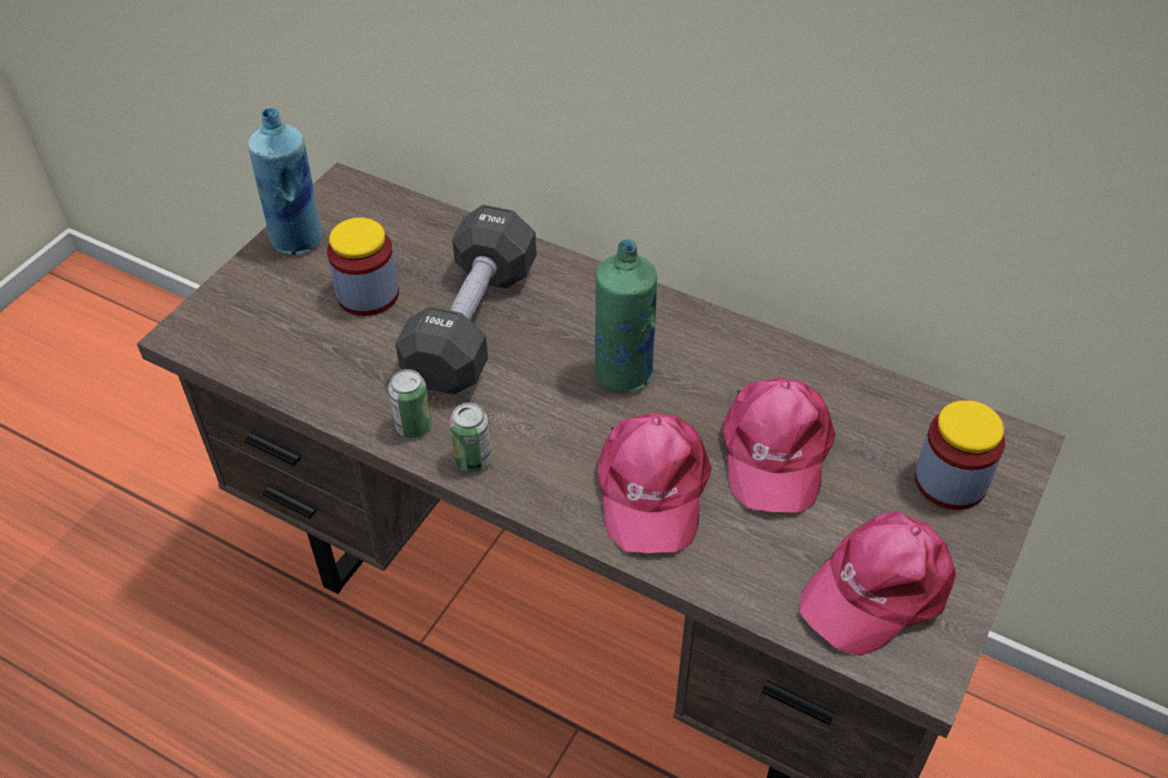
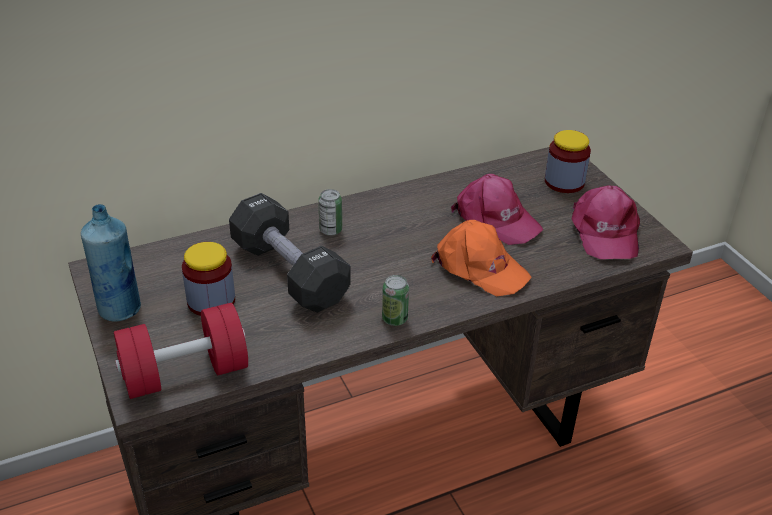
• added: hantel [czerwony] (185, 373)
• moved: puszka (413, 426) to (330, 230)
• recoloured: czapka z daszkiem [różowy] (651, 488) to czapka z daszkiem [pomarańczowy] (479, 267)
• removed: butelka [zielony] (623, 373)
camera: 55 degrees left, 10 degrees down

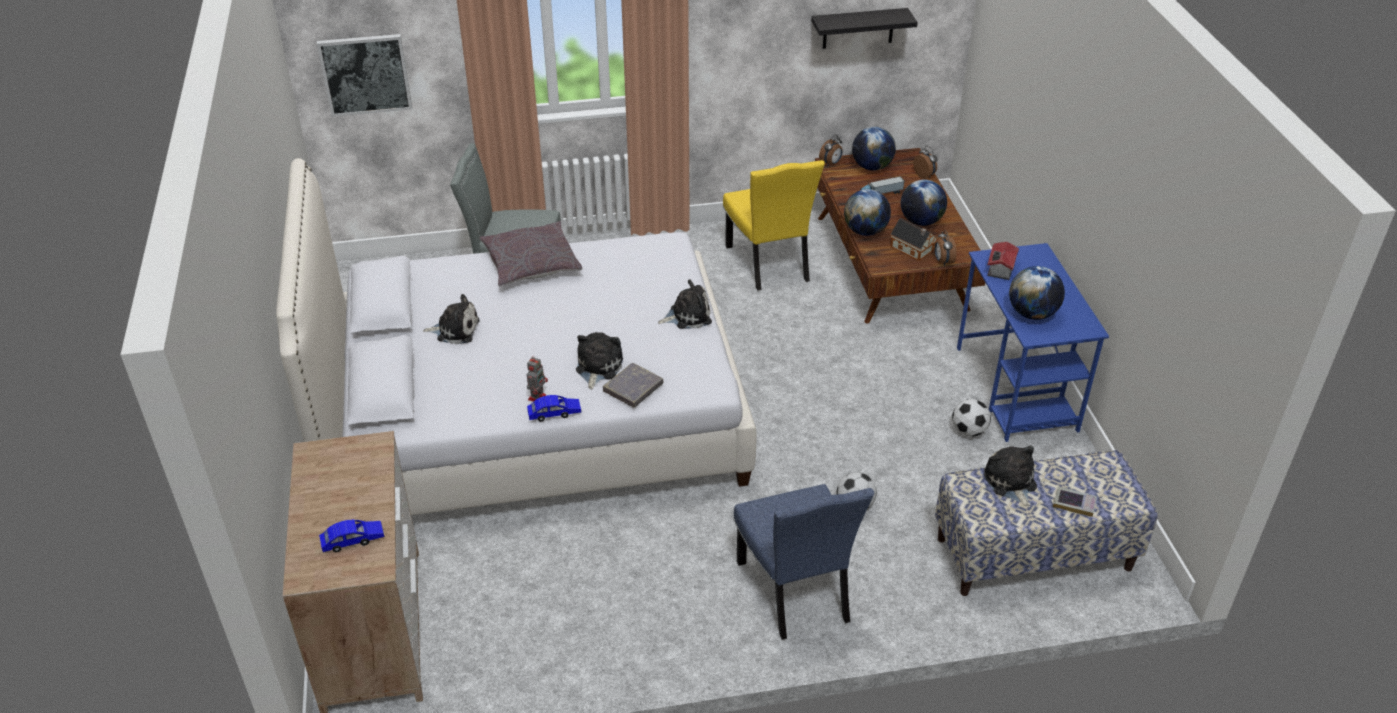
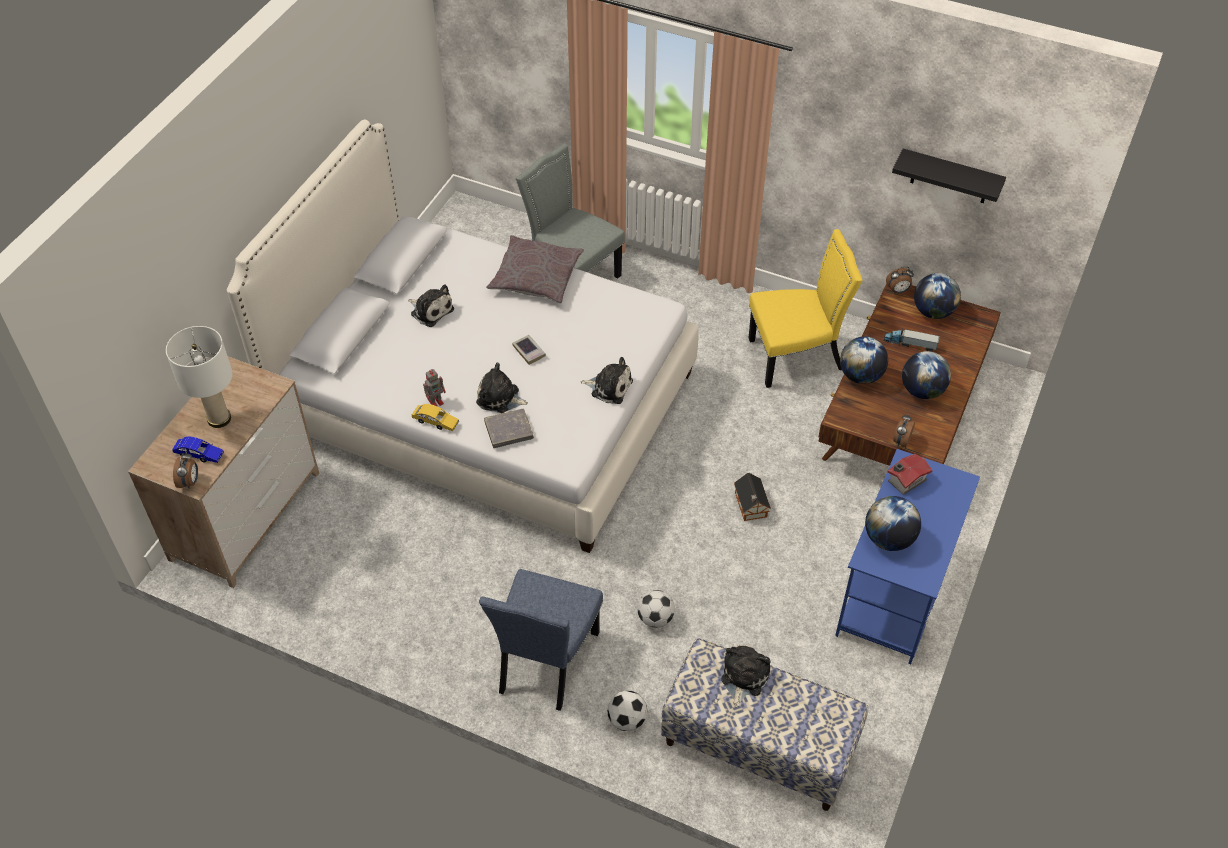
• added: lampa stołowa [biały] (219, 419)
• moved: budzik (925, 175) to (190, 482)
• recoloured: samochodzik [niebieski] (554, 413) to samochodzik [żółty] (435, 421)
• turned: pluszak (597, 367) = (500, 398) 120 degrees counterclockwise
• moved: książka (1074, 503) to (529, 351)
• moved: piłka futbolowa (968, 431) to (627, 720)
• moved: domek (912, 249) to (751, 506)
• turned: krzesło [żółty] (769, 261) = (794, 357) 120 degrees counterclockwise
• removed: obraz (365, 74)
camera: 35 degrees right, 10 degrees up

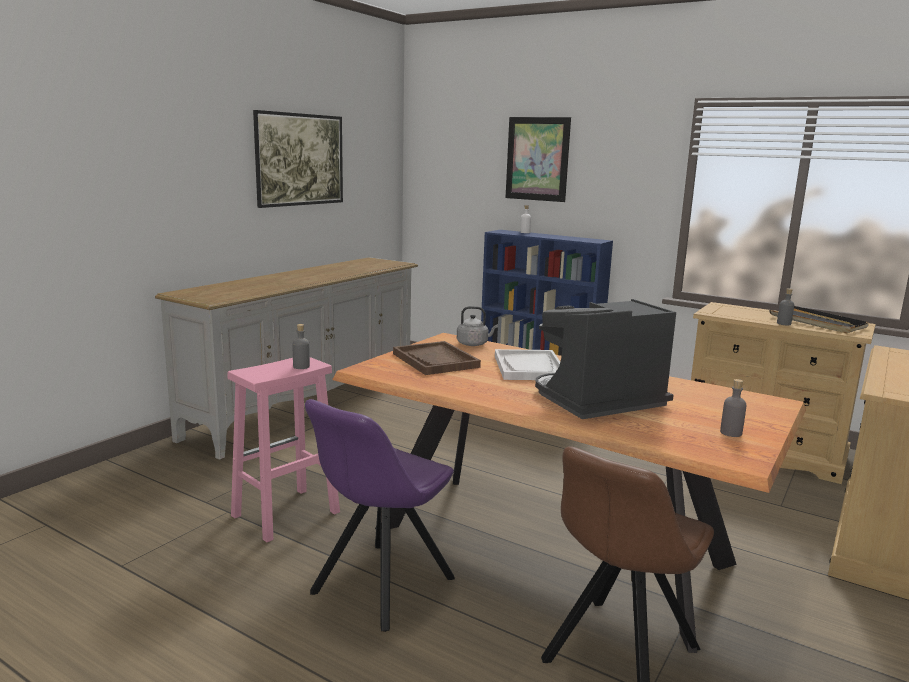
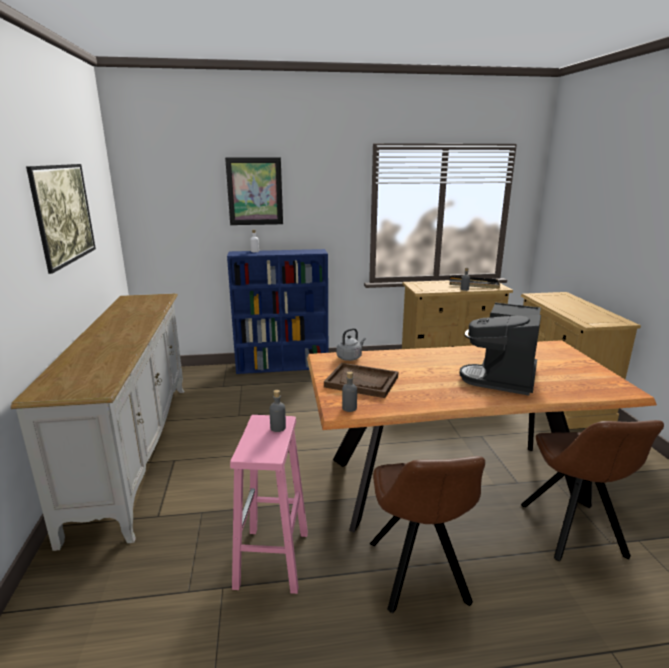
• moved: butelka [szary] (731, 433) to (349, 408)
• recoloured: krzesło [fioletowy] (381, 585) to krzesło [brązowy] (418, 572)
• removed: taca [biały] (529, 367)
camera: 40 degrees left, 5 degrees up

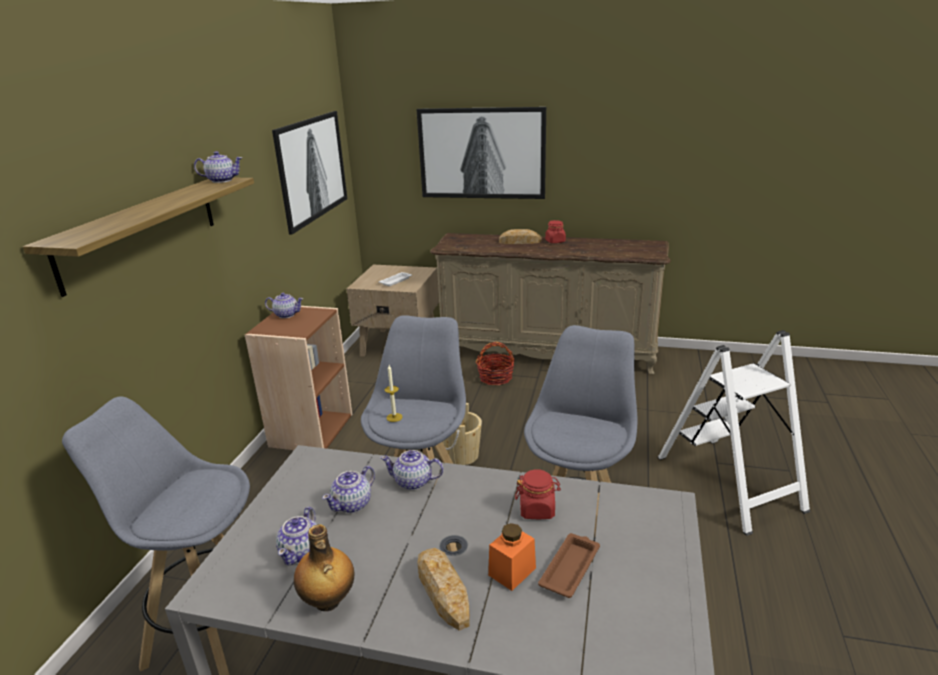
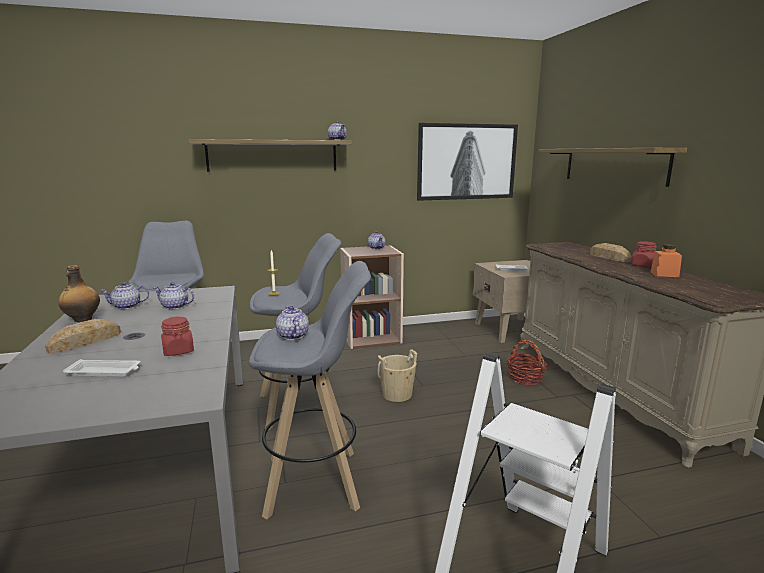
• recoloured: taca [brązowy] (570, 568) to taca [biały] (105, 372)
• moved: imbryk (413, 482) to (292, 336)
• replaced: obraz (482, 153) to półka (613, 165)
• moved: słoik [pomarańczowy] (512, 571) to (664, 274)
camera: 60 degrees right, 10 degrees down

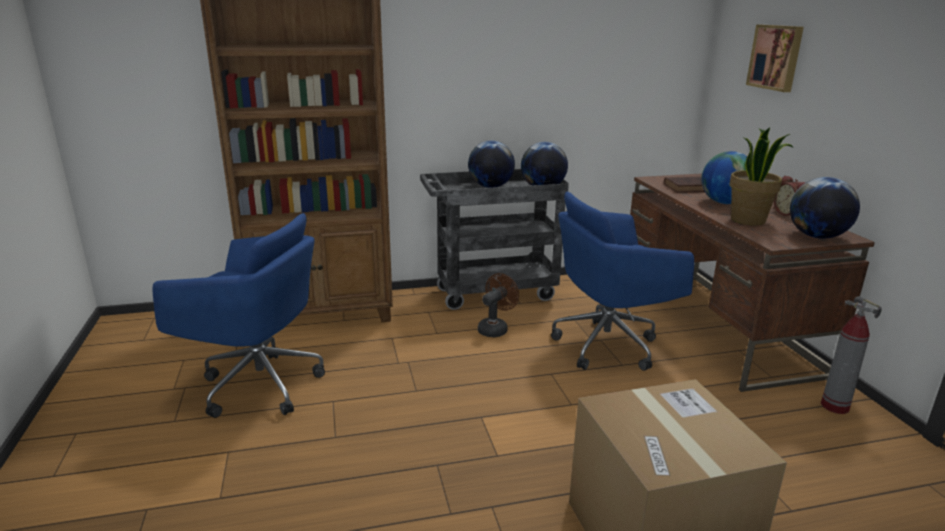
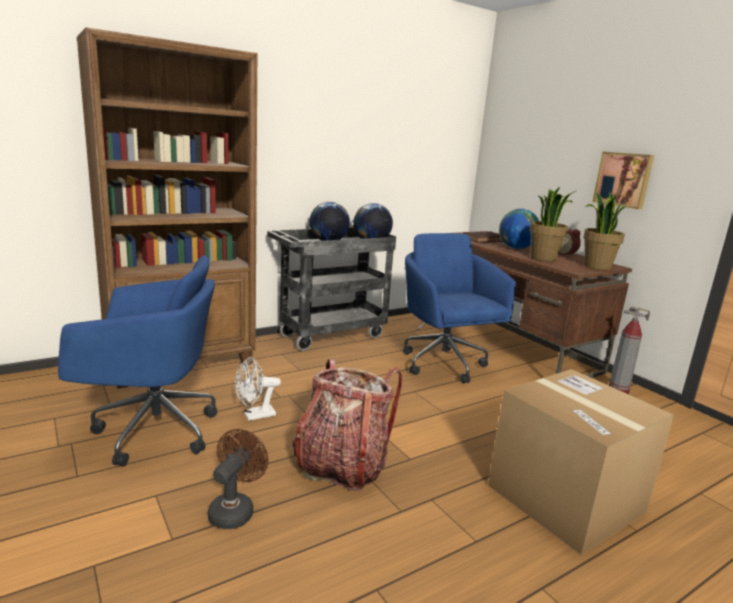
• moved: wentylator [brązowy] (495, 328) to (235, 509)
• added: wentylator [biały] (255, 416)
• added: plecak (342, 465)
• turned: krzesło biurowe [niebieski] (610, 346) = (445, 366) 105 degrees clockwise
• replaced: globus (817, 236) to roślina doniczkowa (596, 266)
• moved: obraz (776, 57) to (623, 179)
camera: 20 degrees left, 5 degrees down

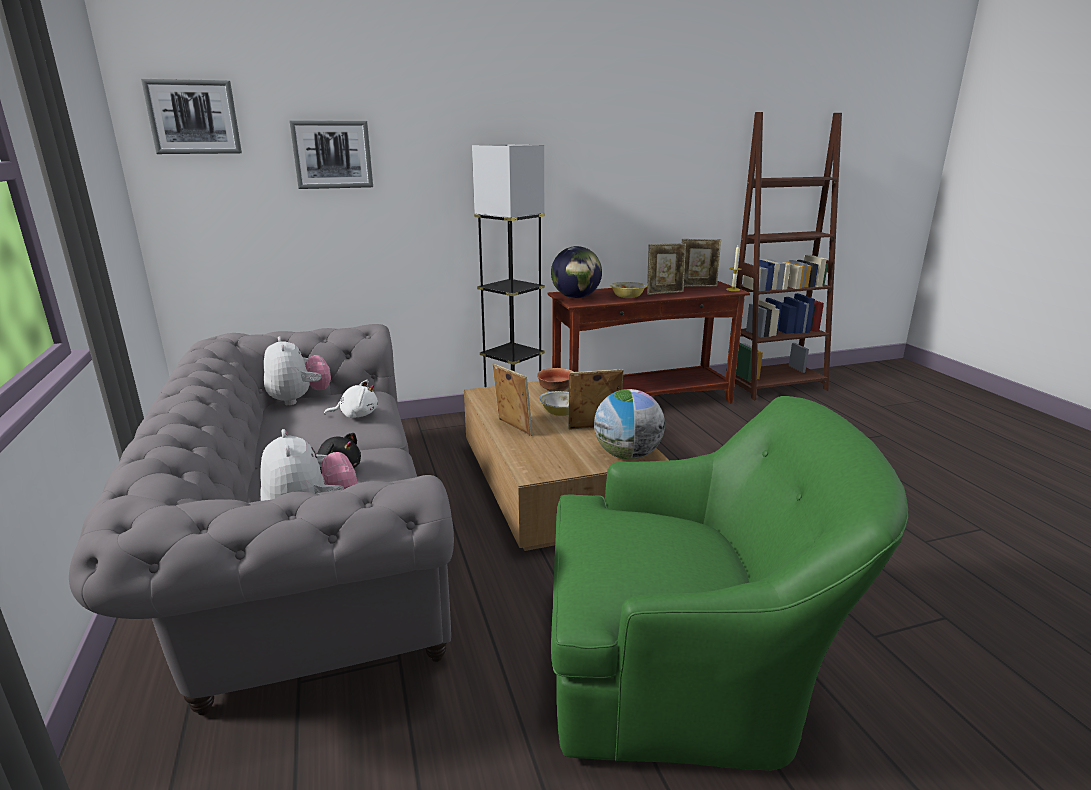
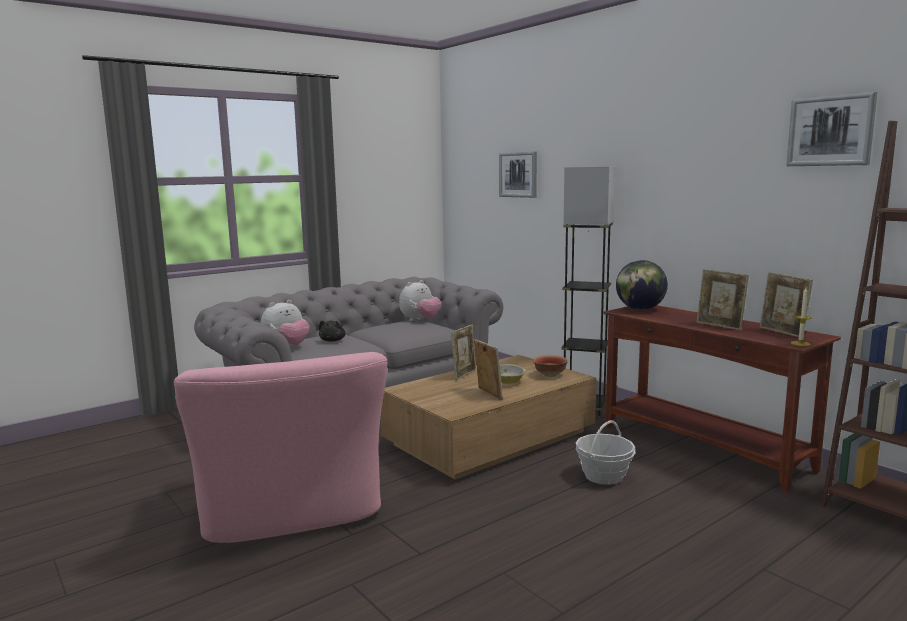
• recoloured: fotel [zielony] (689, 668) to fotel [różowy] (291, 510)
• added: koszyk (604, 476)
• moved: obraz (193, 117) to (830, 131)
• removed: pluszak [biały] (356, 415)
• removed: globus (627, 455)
• removed: miska (627, 297)
camera: 70 degrees right, 10 degrees down

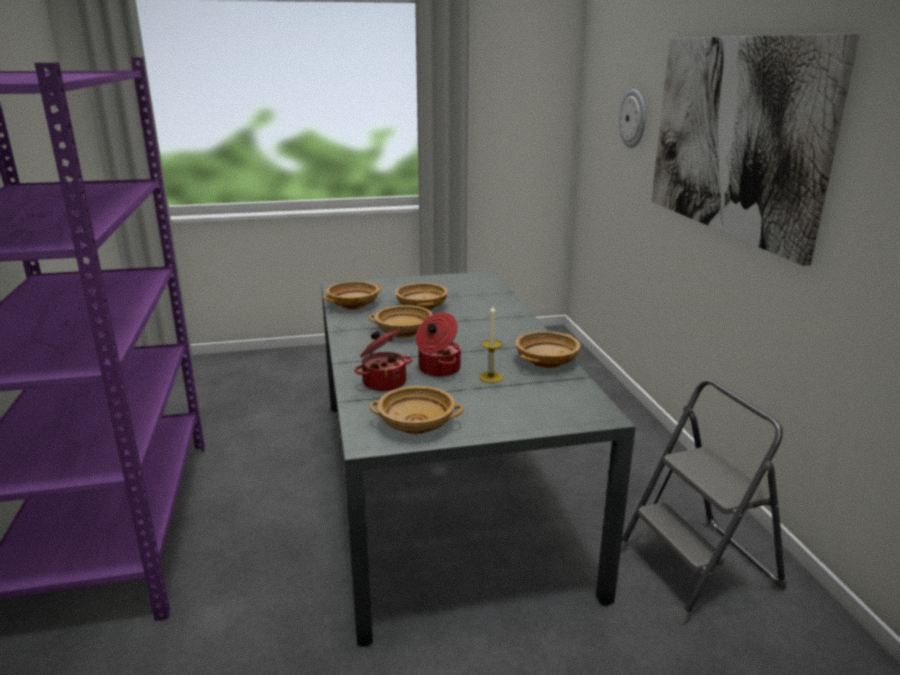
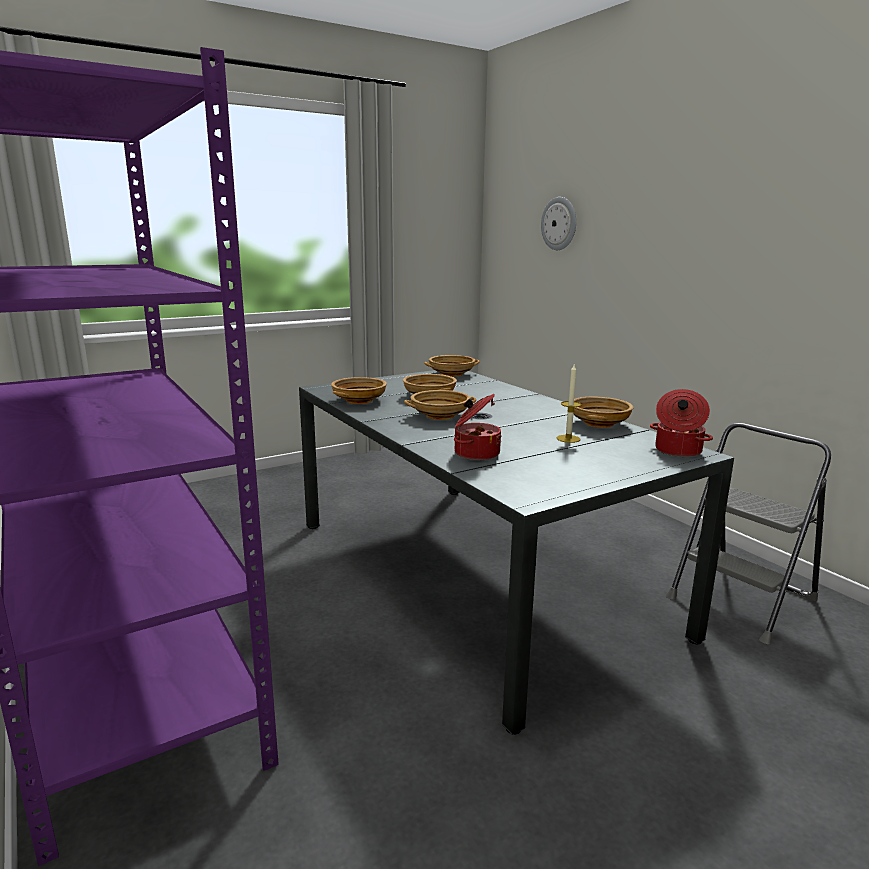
• moved: miska [beżowy] (416, 425) to (451, 374)
• moved: garnek (438, 369) to (677, 451)
• removed: obraz (735, 137)
camera: 20 degrees left, 5 degrees down

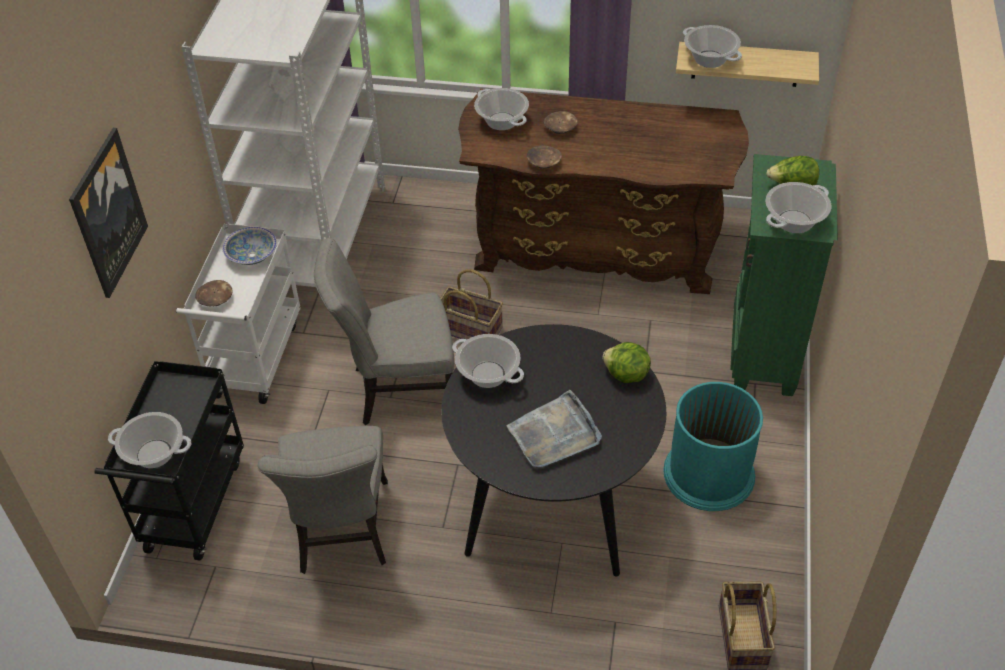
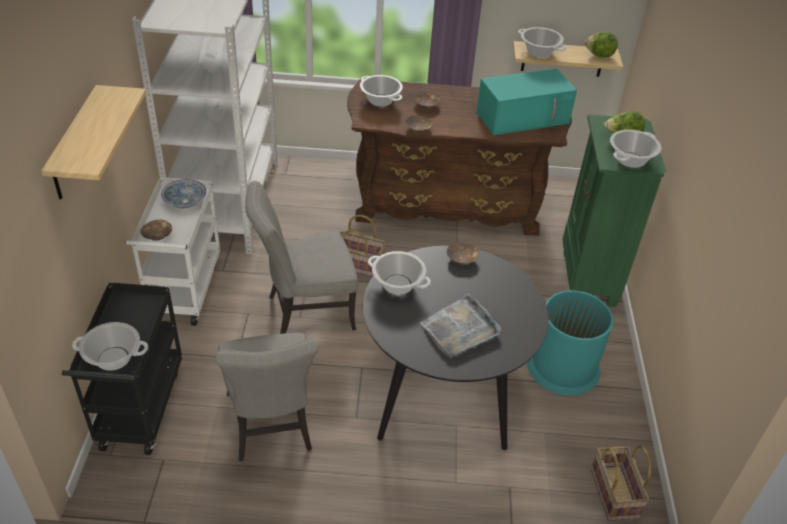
• replaced: obraz (107, 213) to półka (75, 144)
• added: miska [brązowy] (462, 258)
• added: mikrofalówka [turkusowy] (523, 117)
• moved: sałata (626, 375) to (599, 56)
camera: 10 degrees left, 5 degrees down

